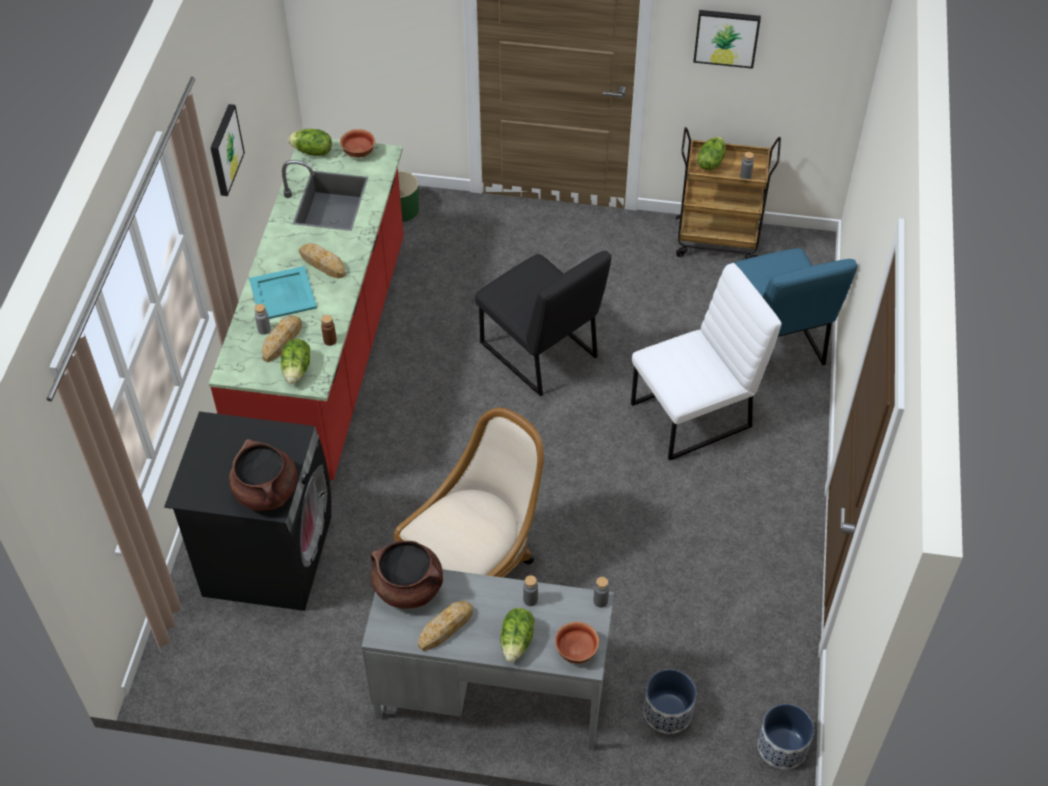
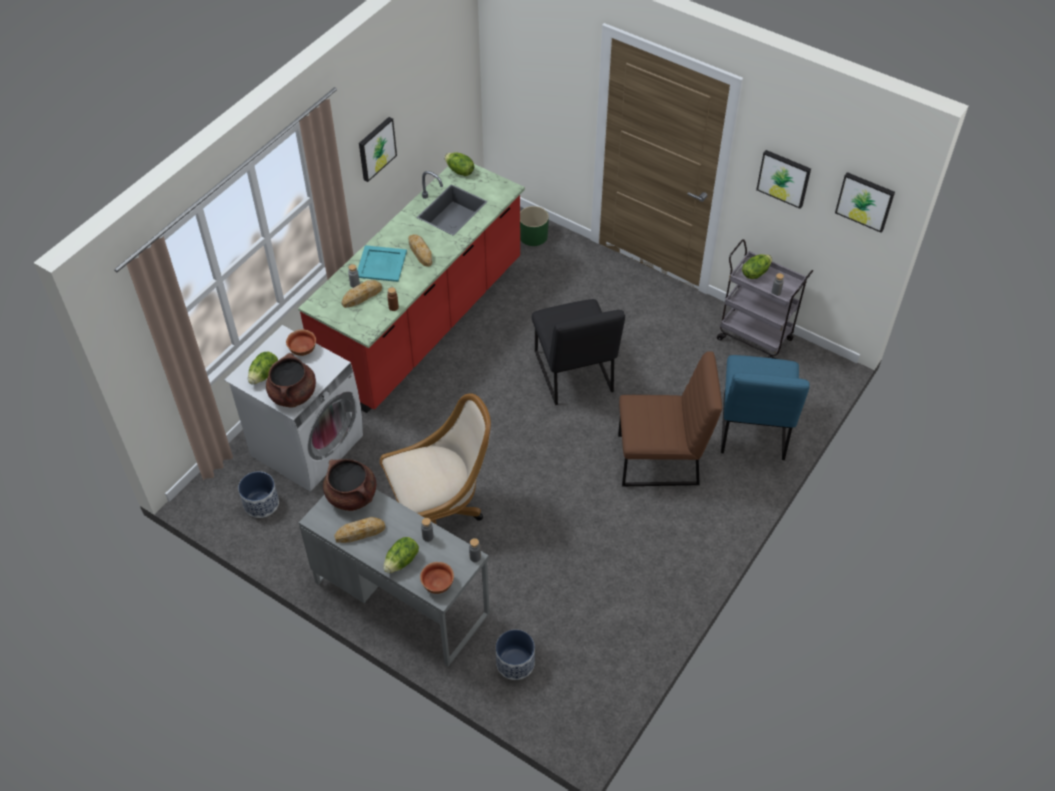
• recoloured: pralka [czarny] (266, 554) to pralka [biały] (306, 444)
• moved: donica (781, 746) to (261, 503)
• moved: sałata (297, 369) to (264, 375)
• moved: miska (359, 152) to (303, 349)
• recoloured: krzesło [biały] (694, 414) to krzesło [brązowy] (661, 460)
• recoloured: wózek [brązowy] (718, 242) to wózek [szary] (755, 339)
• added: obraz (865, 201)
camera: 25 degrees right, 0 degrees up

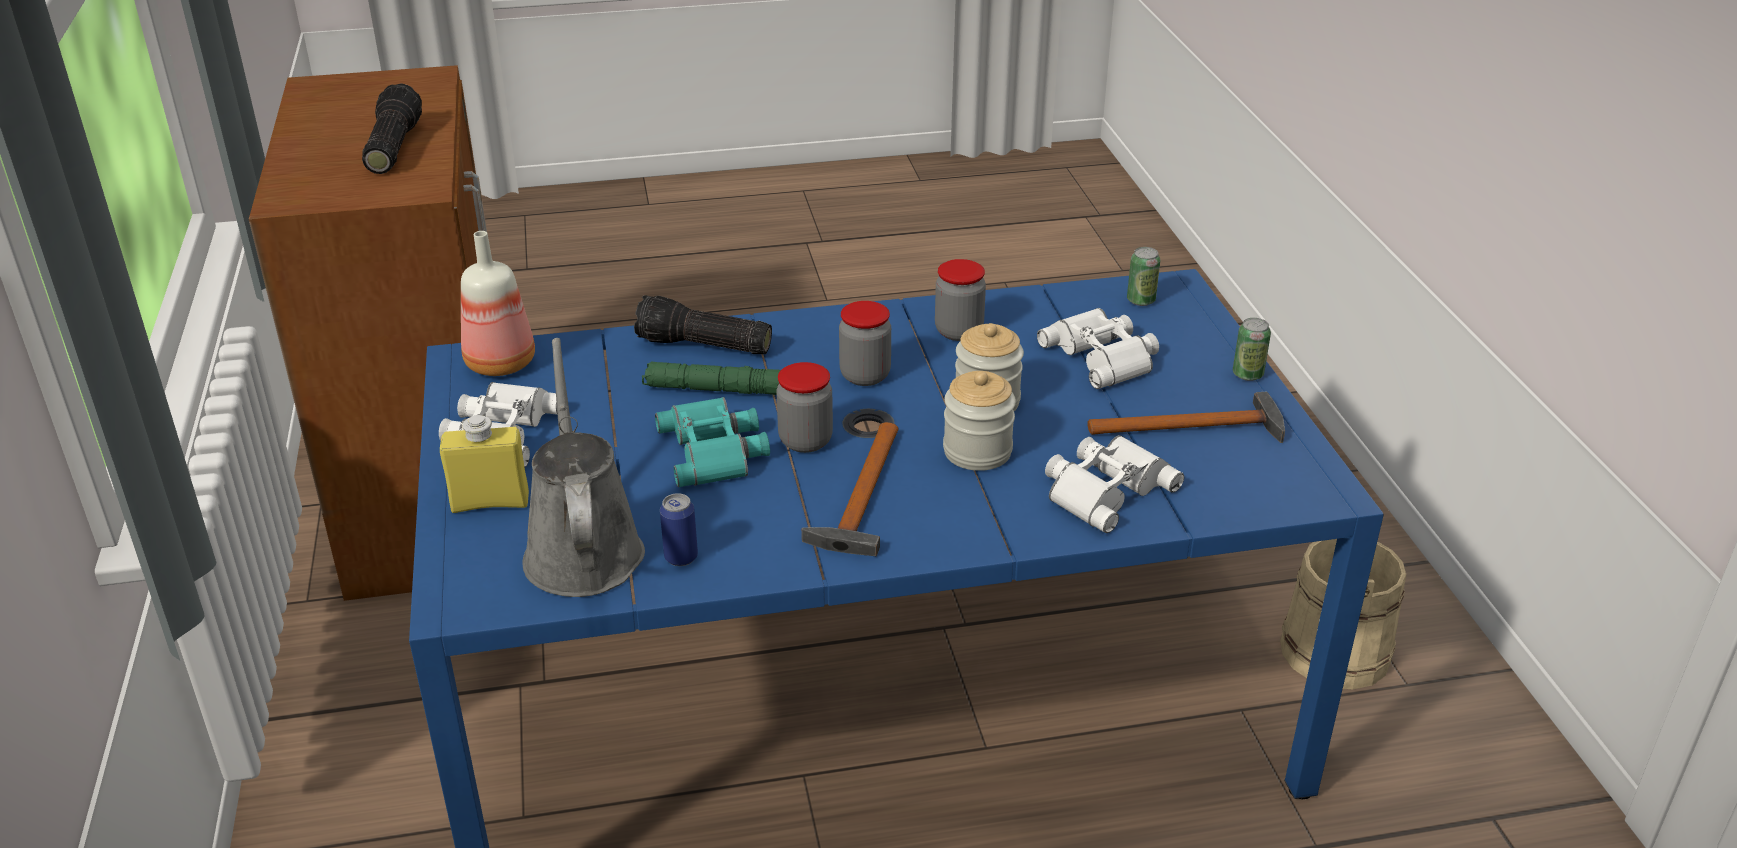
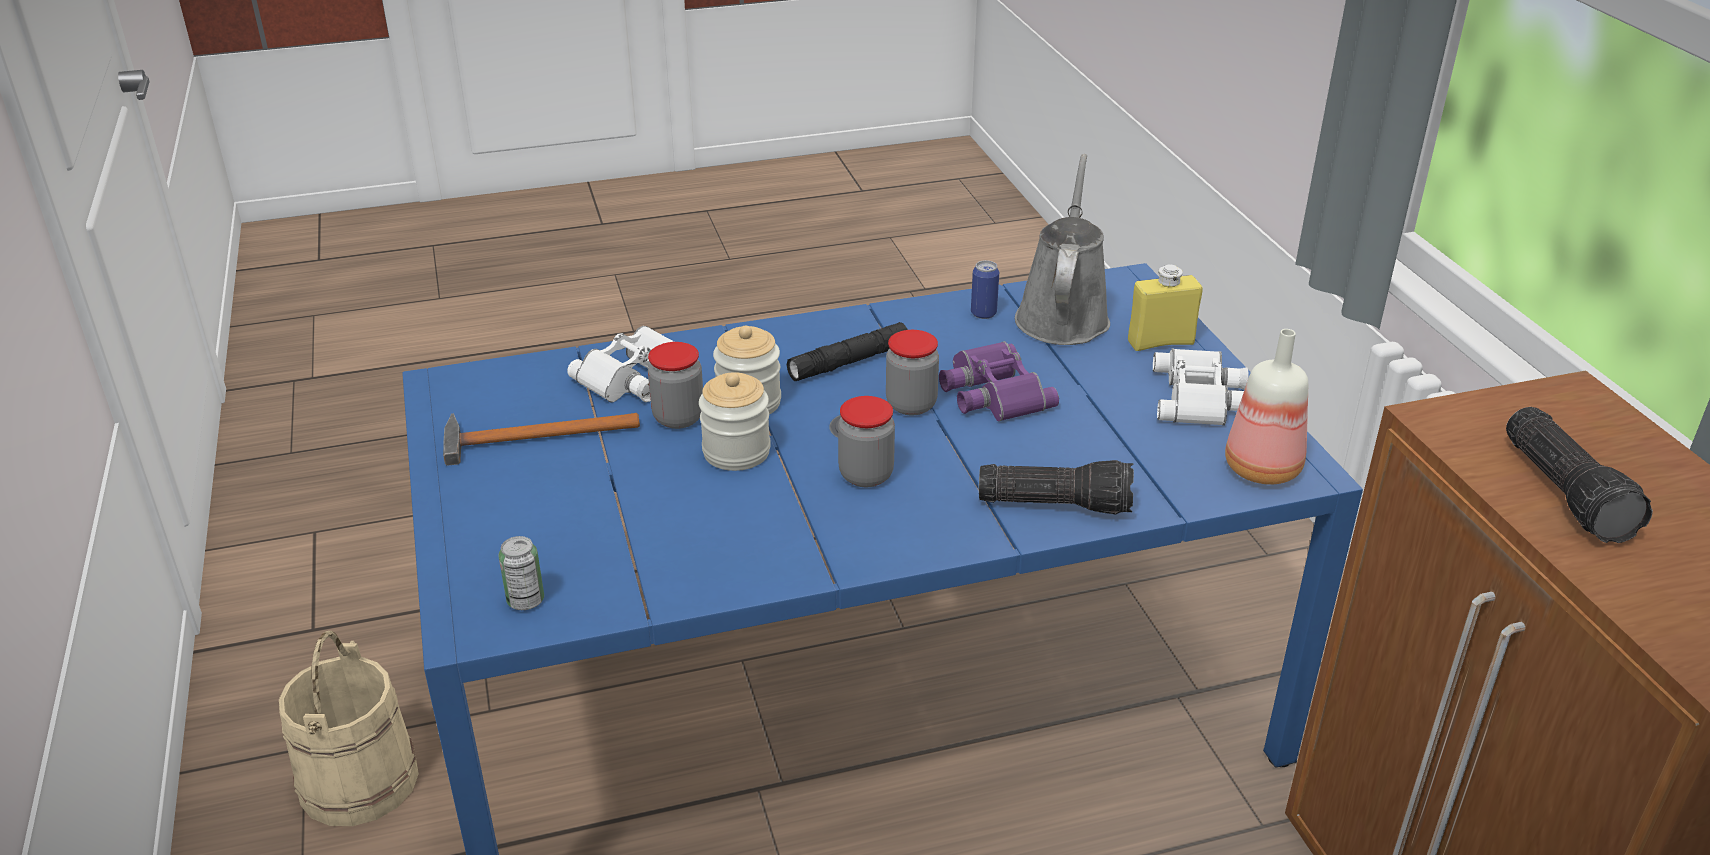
• moved: słoik (958, 331) to (678, 417)
• replaced: młotek (861, 496) to latarka [czarny] (851, 361)
• recoloured: lornetka [turkusowy] (716, 450) to lornetka [fioletowy] (991, 392)
• turned: konewka [szary] (582, 549) = (1062, 315) 150 degrees counterclockwise
• removed: latarka [zielony] (715, 389)
• removed: lornetka [biały] (1104, 356)
• removed: puszka (1247, 374)
camera: 175 degrees right, 0 degrees up

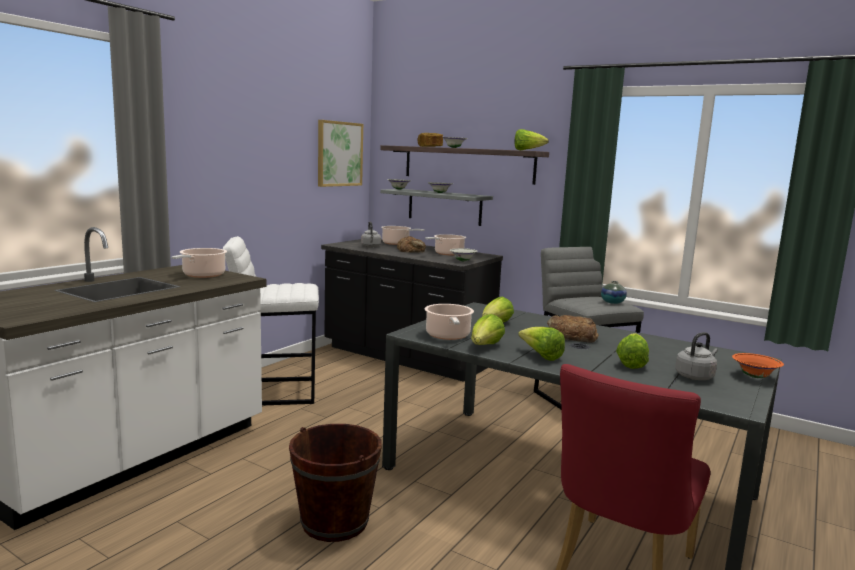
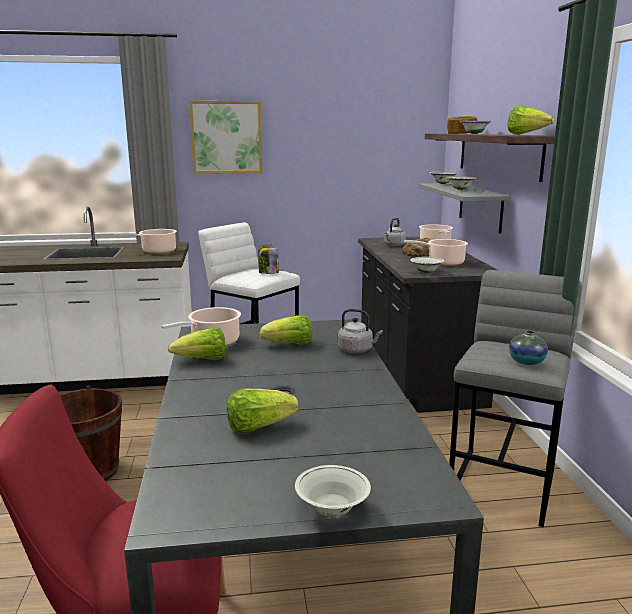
• moved: obraz (339, 154) to (226, 137)
• added: słoik (268, 273)
• recoloured: miska [pomarańczowy] (755, 377) to miska [biały] (332, 510)
• moved: czajnik [szary] (695, 376) to (357, 350)
• removed: sałata (541, 356)
• removed: chleb (571, 335)
camera: 50 degrees right, 5 degrees up

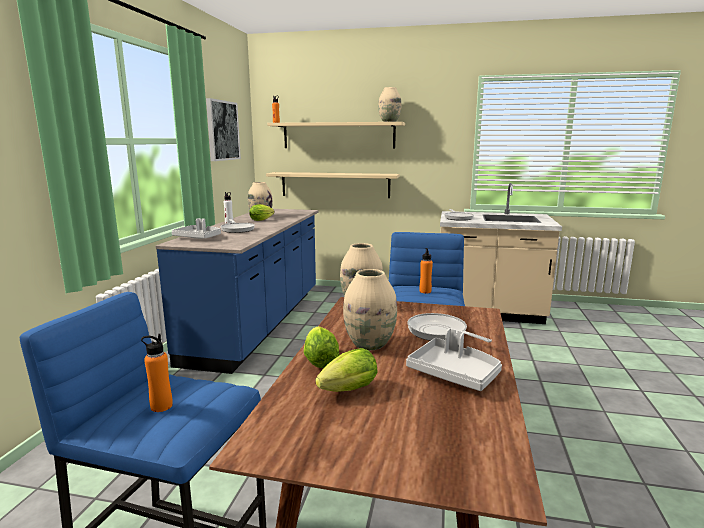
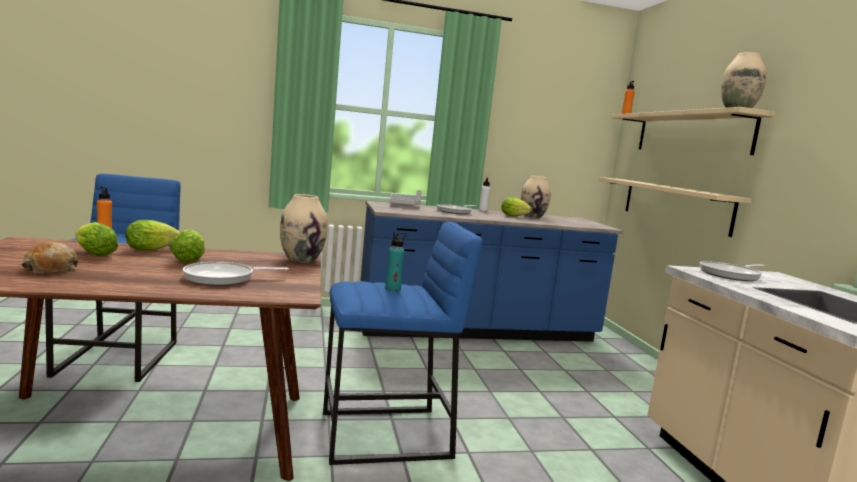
• added: chleb (52, 268)
• replaced: wazon [beżowy] (370, 344) to sałata (189, 260)
• turned: patelnia (440, 332) = (223, 278) 135 degrees counterclockwise
• recoloured: butelka [pomarańczowy] (425, 291) to butelka [turkusowy] (393, 289)
• removed: obraz (222, 130)
• removed: taca [szary] (454, 373)
camera: 65 degrees right, 5 degrees down

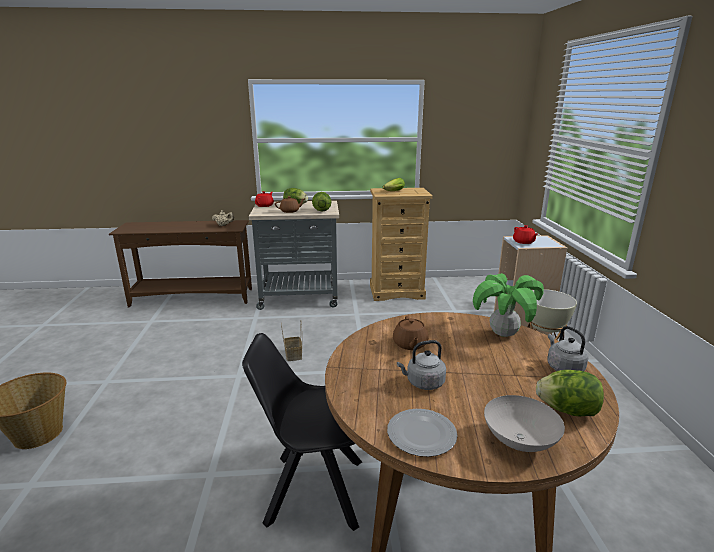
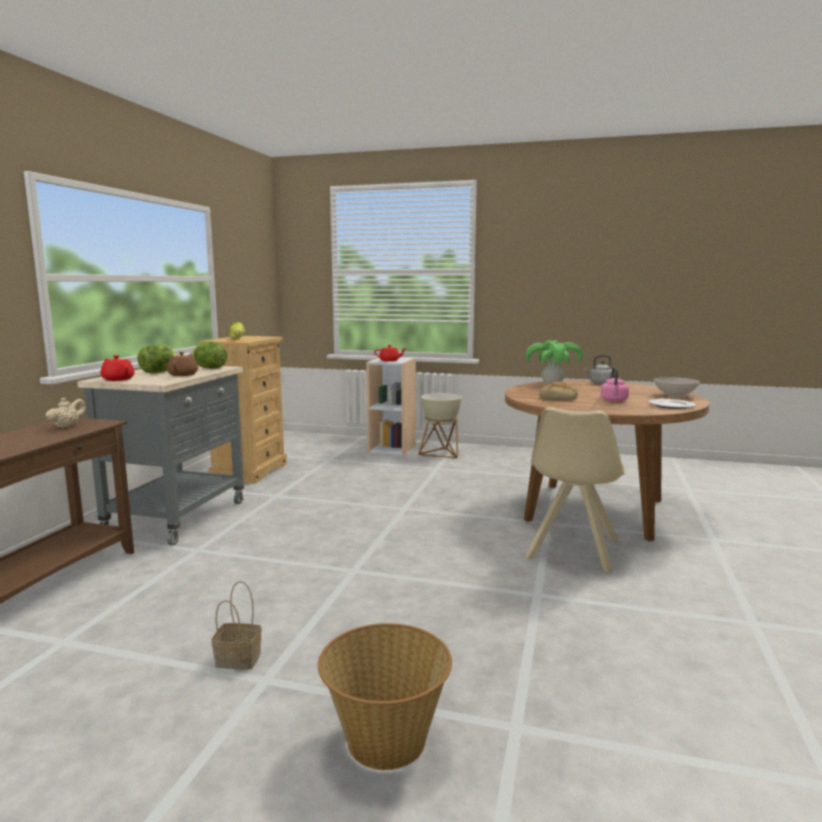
• moved: koszyk (293, 355) to (236, 660)
• recoloured: krzesło [czarny] (312, 490) to krzesło [beżowy] (572, 551)
• replaced: imbryk [brązowy] (410, 344) to chleb (559, 398)
• recoloured: czajnik [szary] (423, 383) to czajnik [różowy] (614, 400)
• removed: sałata (567, 410)
camera: 70 degrees left, 10 degrees down

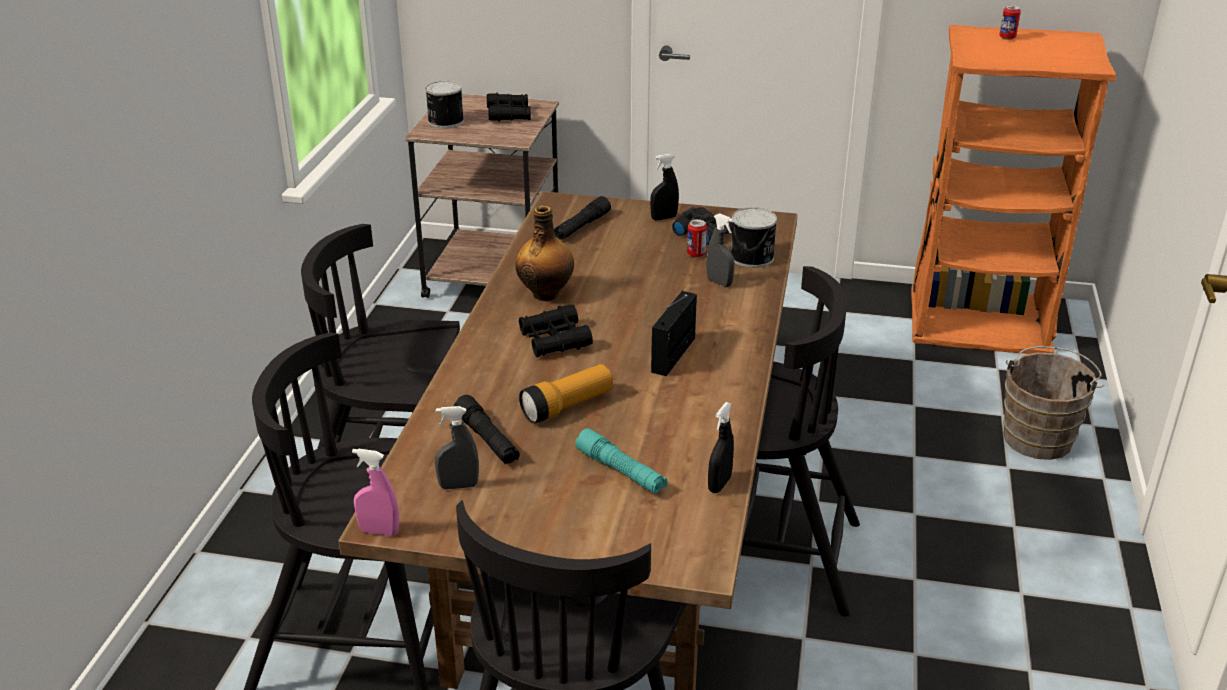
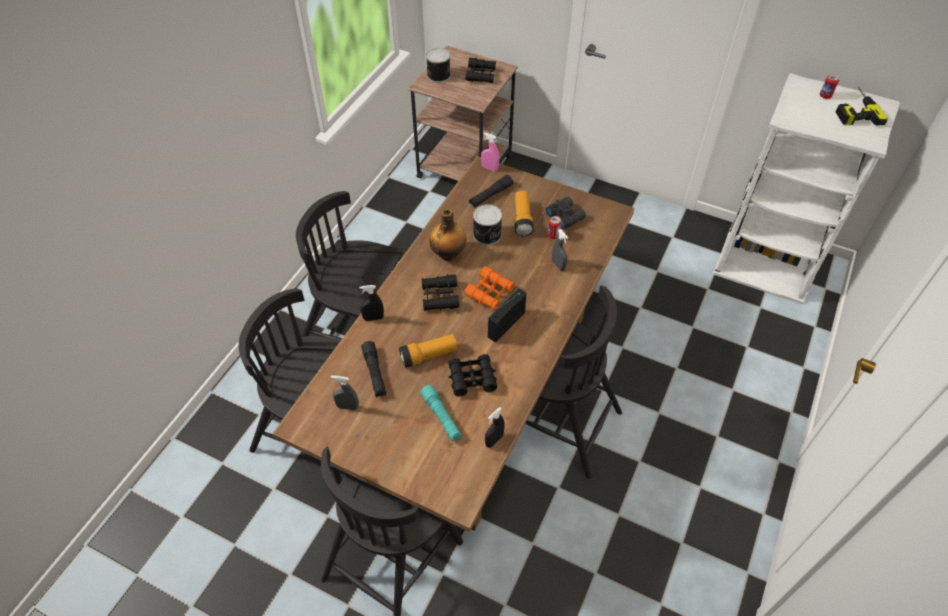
• moved: spryskiwacz [czarny] (664, 218) to (373, 318)
• added: lornetka [czarny] (472, 378)
• added: lornetka [pomarańczowy] (489, 292)
• moved: puszka (753, 257) to (487, 235)
• moved: spryskiwacz [różowy] (379, 531) to (489, 168)
• added: latarka (522, 219)
• recoloured: regał [pomarańczowy] (980, 321) to regał [biały] (766, 264)
• added: wiertarka (853, 110)
• removed: wiadro [brązowy] (1039, 436)
camera: 15 degrees right, 20 degrees up

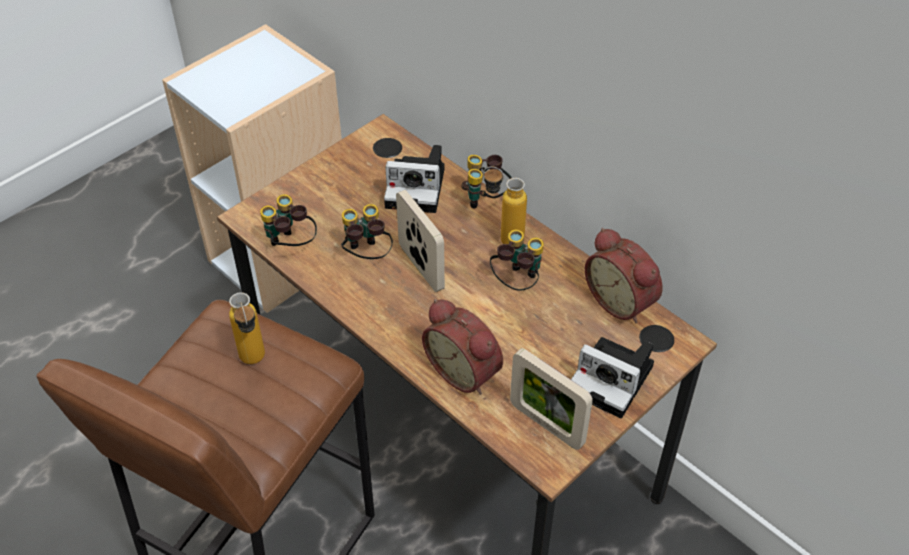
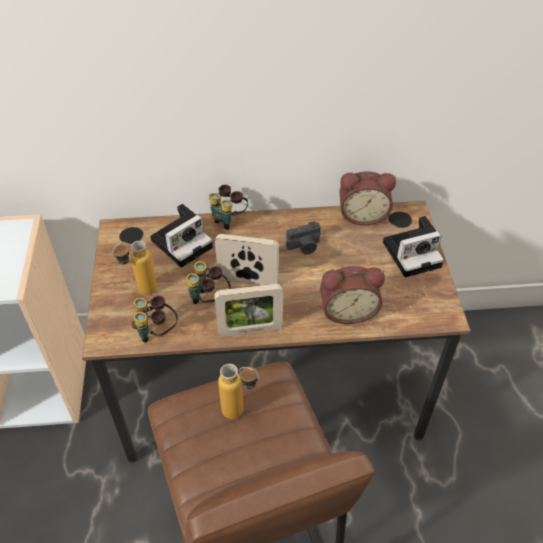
• moved: butelka (502, 238) to (140, 292)
• moved: ramka na zdjęcie (546, 424) to (250, 330)
• replaced: lornetka (516, 281) to aparat fotograficzny (304, 247)
camera: 50 degrees left, 0 degrees up

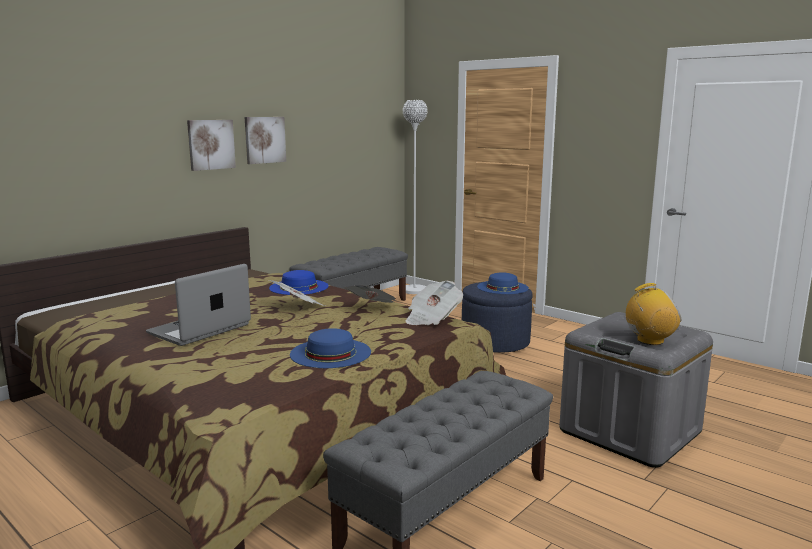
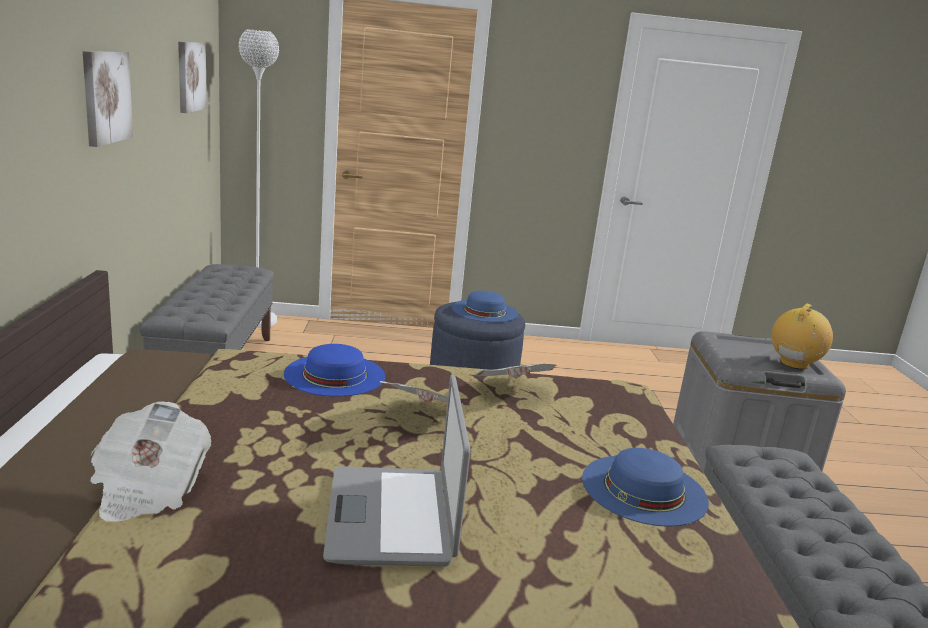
• moved: gazeta (432, 319) to (148, 488)
• moved: obraz (211, 144) to (190, 76)
camera: 45 degrees left, 5 degrees up

